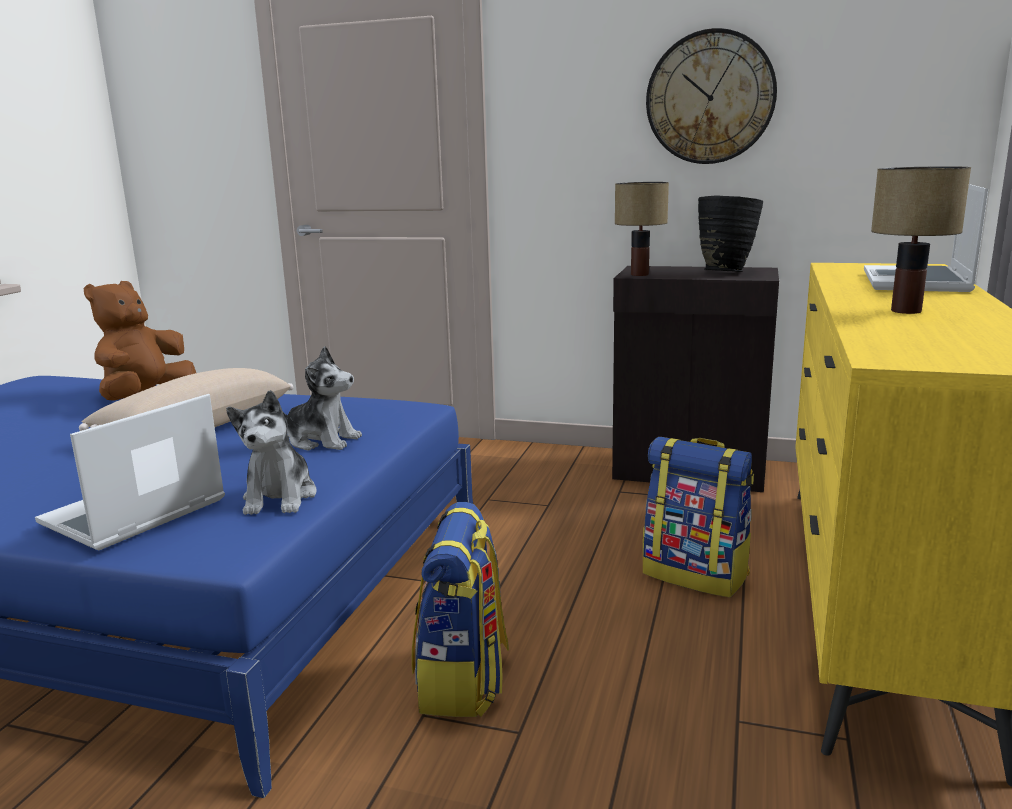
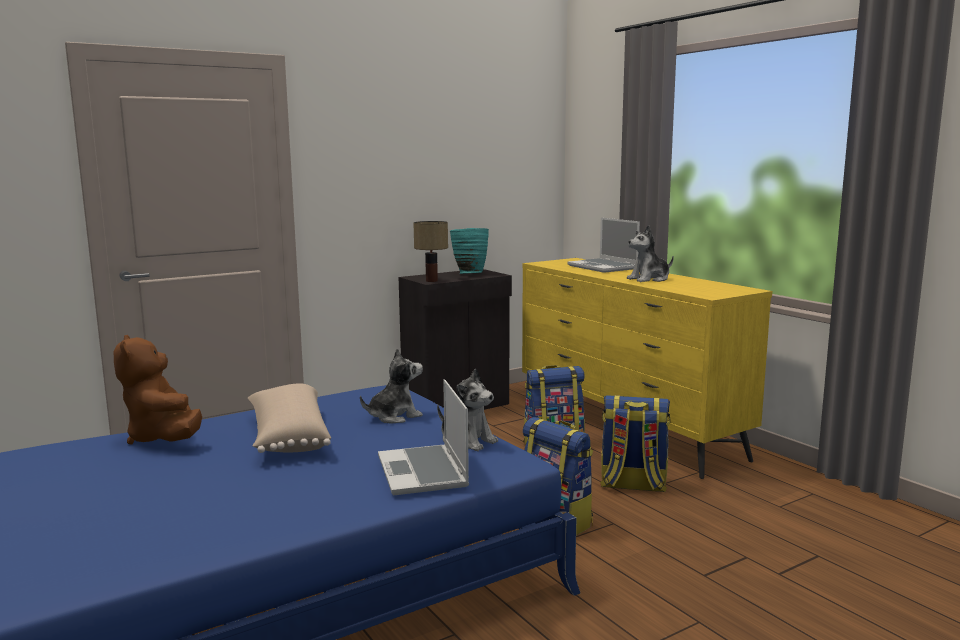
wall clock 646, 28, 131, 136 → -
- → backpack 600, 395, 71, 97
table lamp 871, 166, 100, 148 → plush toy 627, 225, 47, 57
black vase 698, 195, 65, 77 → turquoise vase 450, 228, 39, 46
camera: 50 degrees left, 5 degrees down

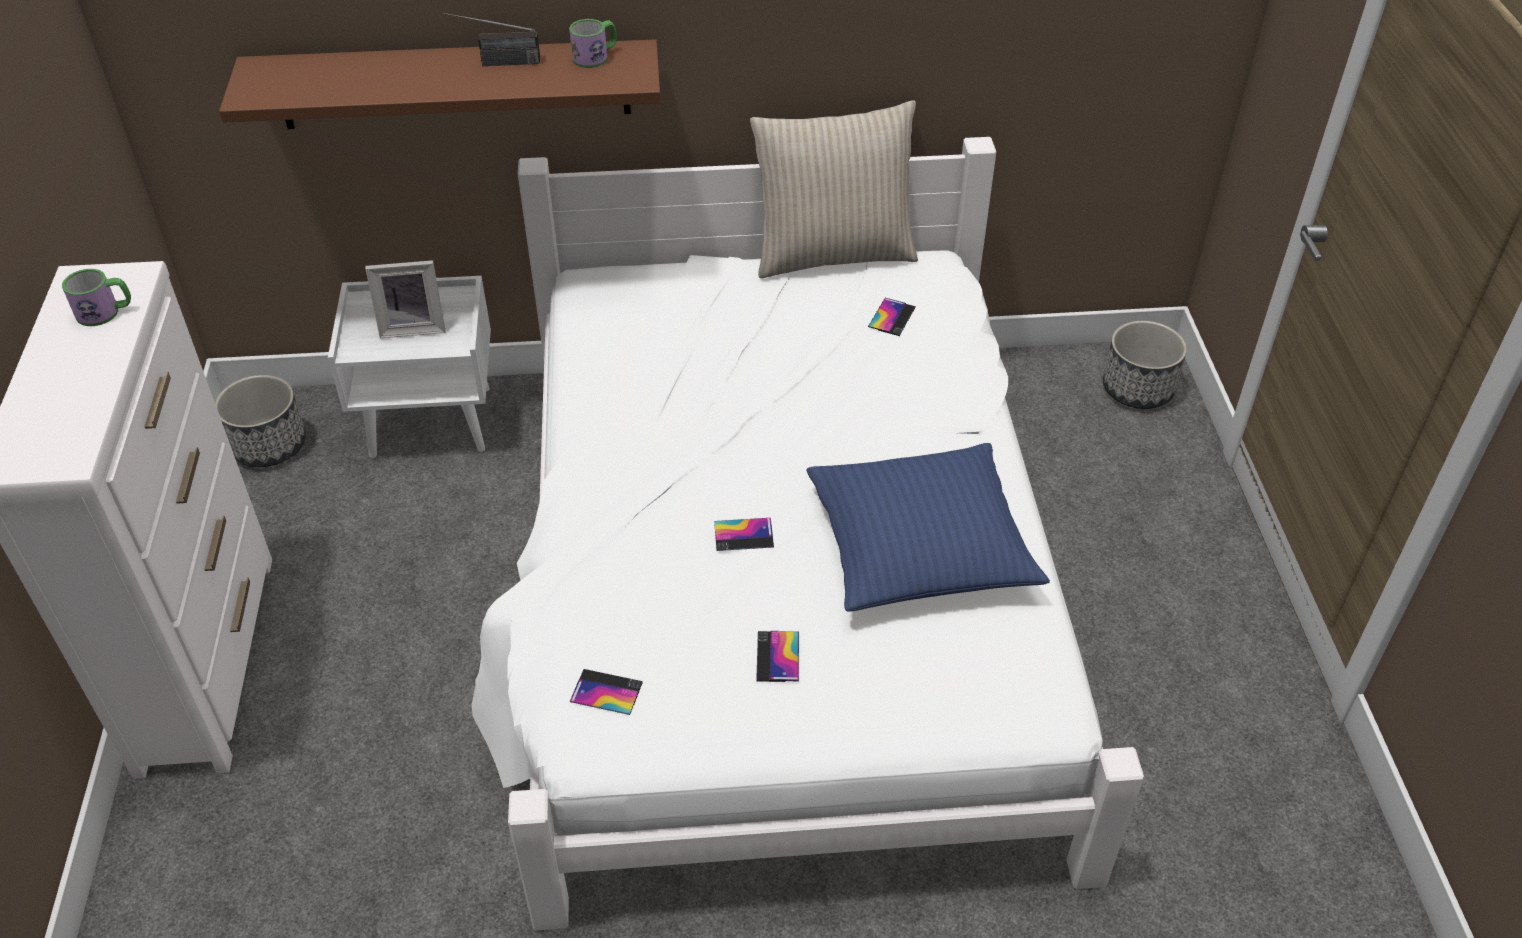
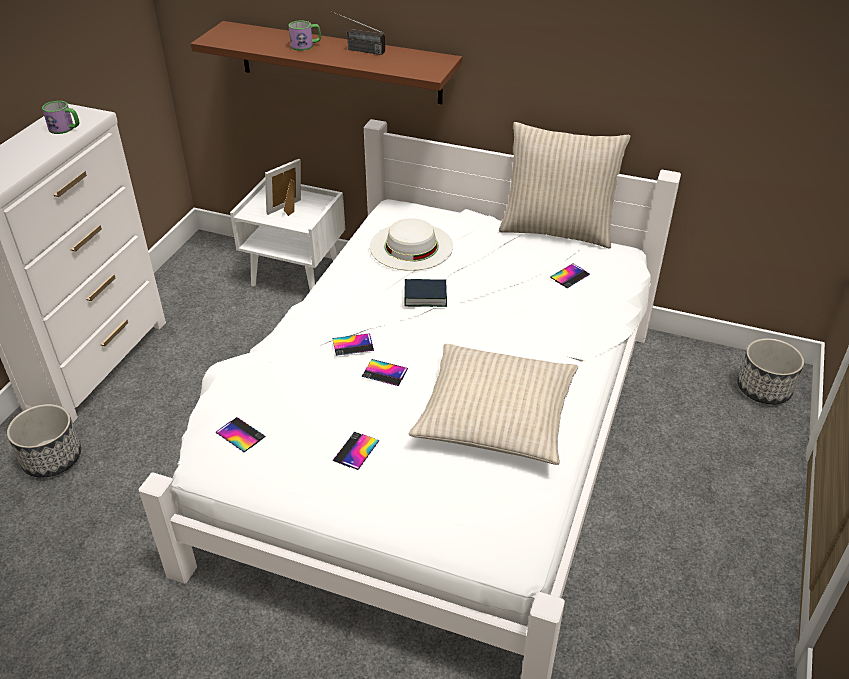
- → phone 333, 333, 41, 23
- → white hat 370, 218, 83, 53
- → book 404, 279, 43, 28
planter 215, 375, 91, 92 → planter 7, 404, 74, 73, relocated
mug 569, 19, 48, 49 → mug 289, 20, 32, 31, relocated
blue pillow 806, 443, 244, 168 → beige pillow 409, 344, 169, 121
picture frame 365, 260, 81, 78 → picture frame 265, 159, 36, 57, 120 degrees clockwise
camera: 25 degrees right, 5 degrees down

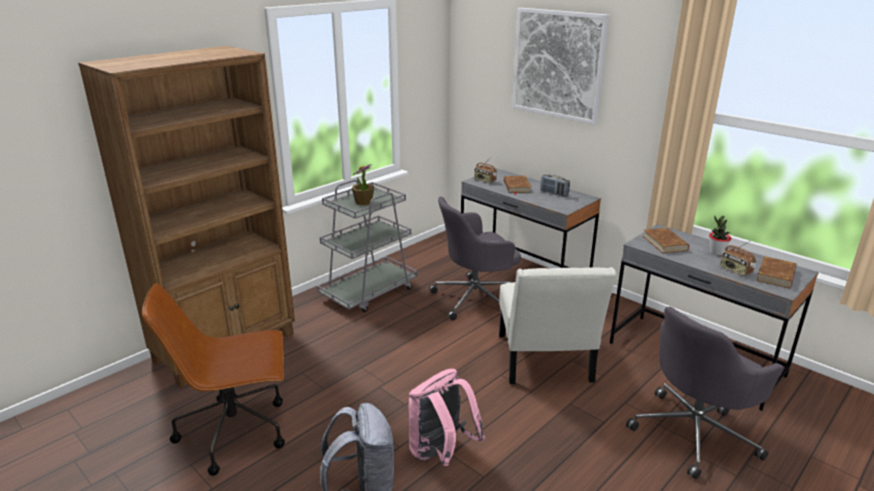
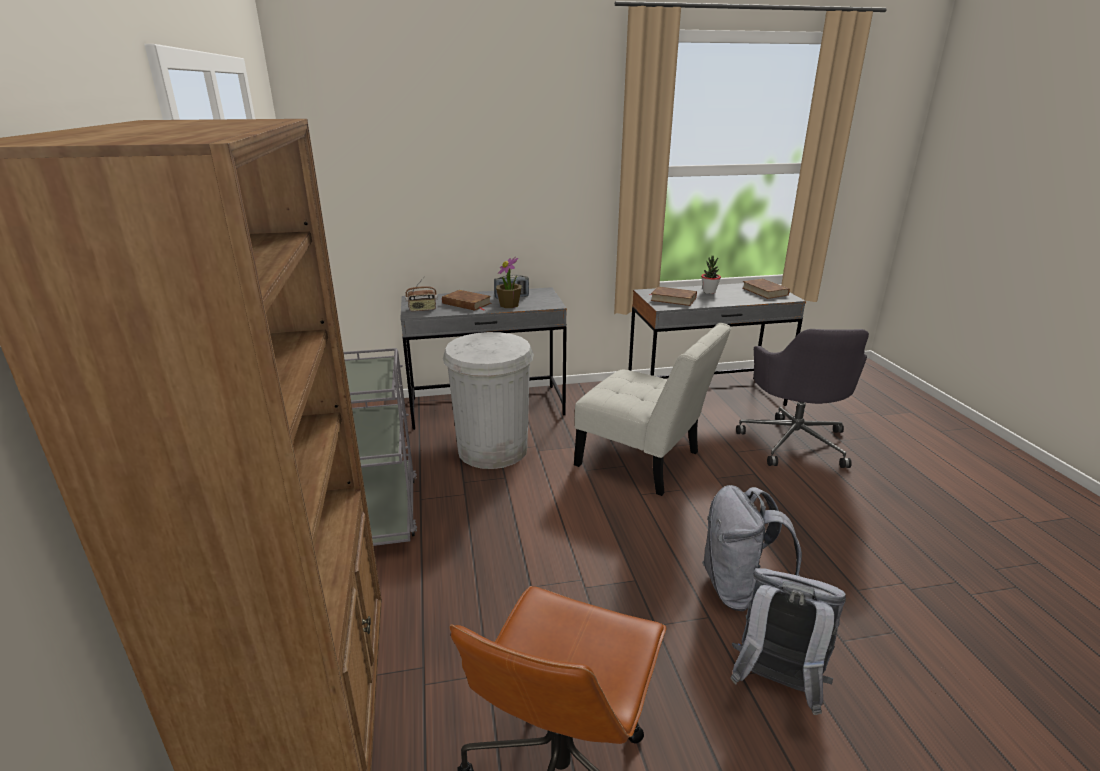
picture 512, 8, 98, 117 → -
radio 720, 241, 36, 35 → -
potted plant 352, 164, 23, 42 → potted plant 496, 257, 26, 51, relocated
grey office chair 429, 196, 92, 124 → white trash can 443, 332, 91, 137
pink backpack 409, 369, 76, 97 → grey backpack 702, 485, 100, 126
camera: 55 degrees left, 0 degrees up

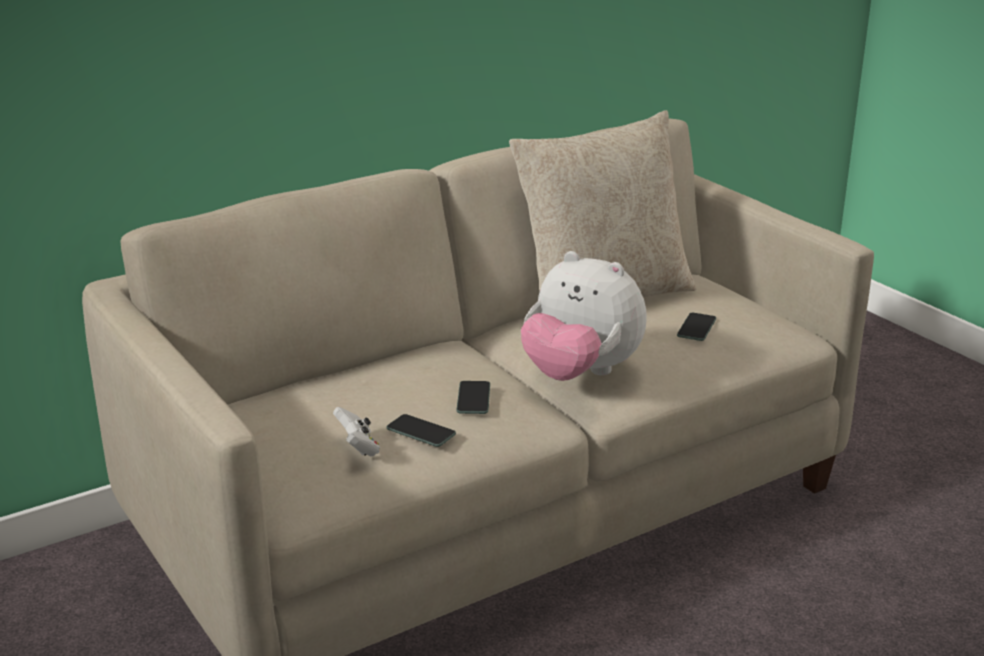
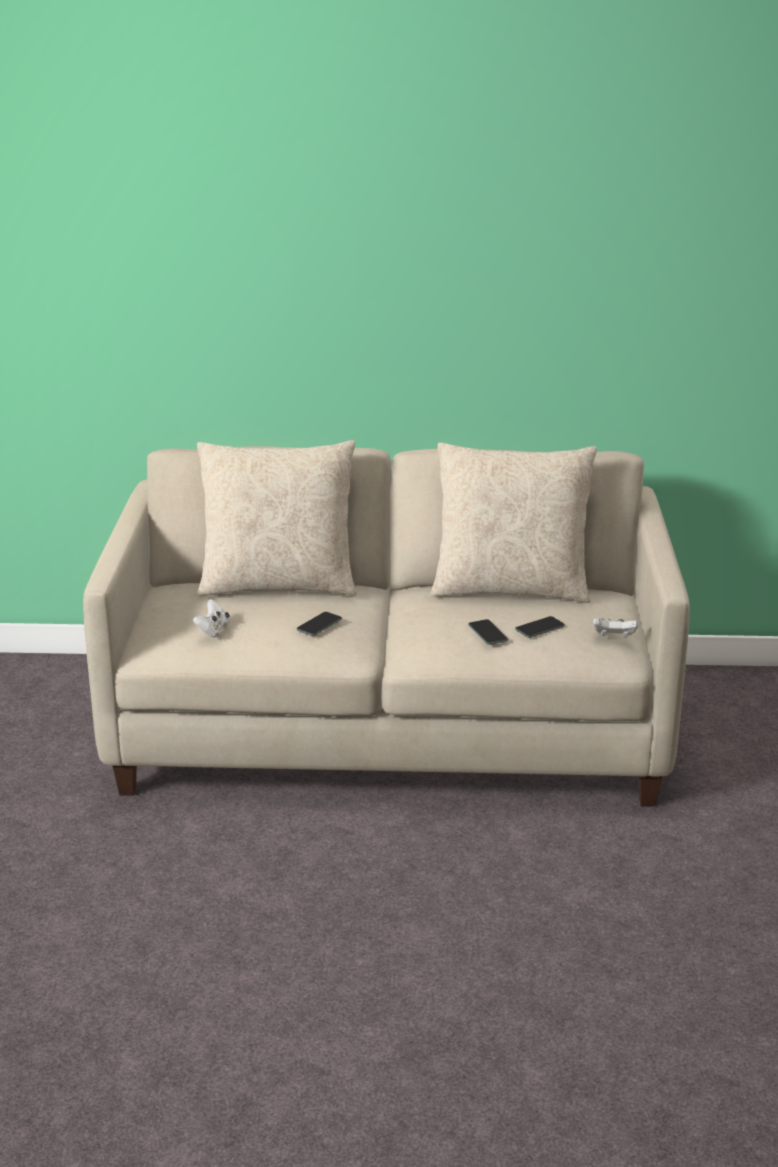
plush toy 521, 251, 126, 130 → -
- → beige pillow 197, 440, 159, 156
- → white game controller 593, 618, 46, 19
phone 386, 414, 70, 33 → phone 468, 619, 40, 26, relocated
camera: 35 degrees right, 0 degrees up

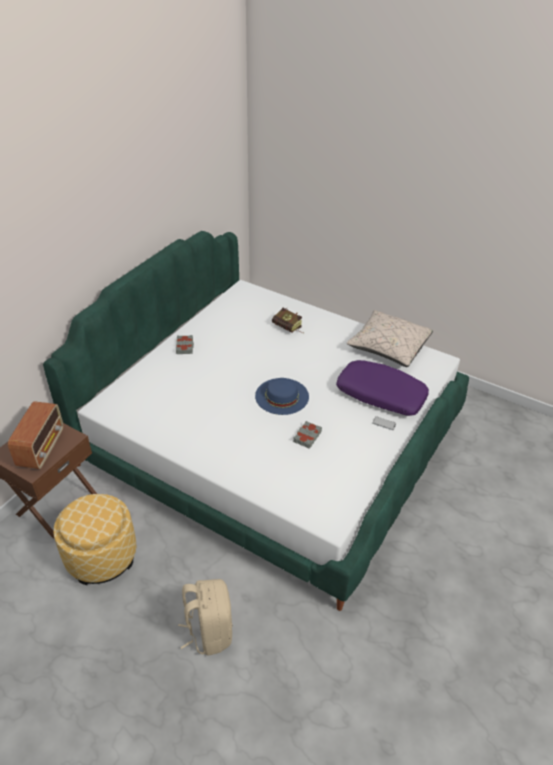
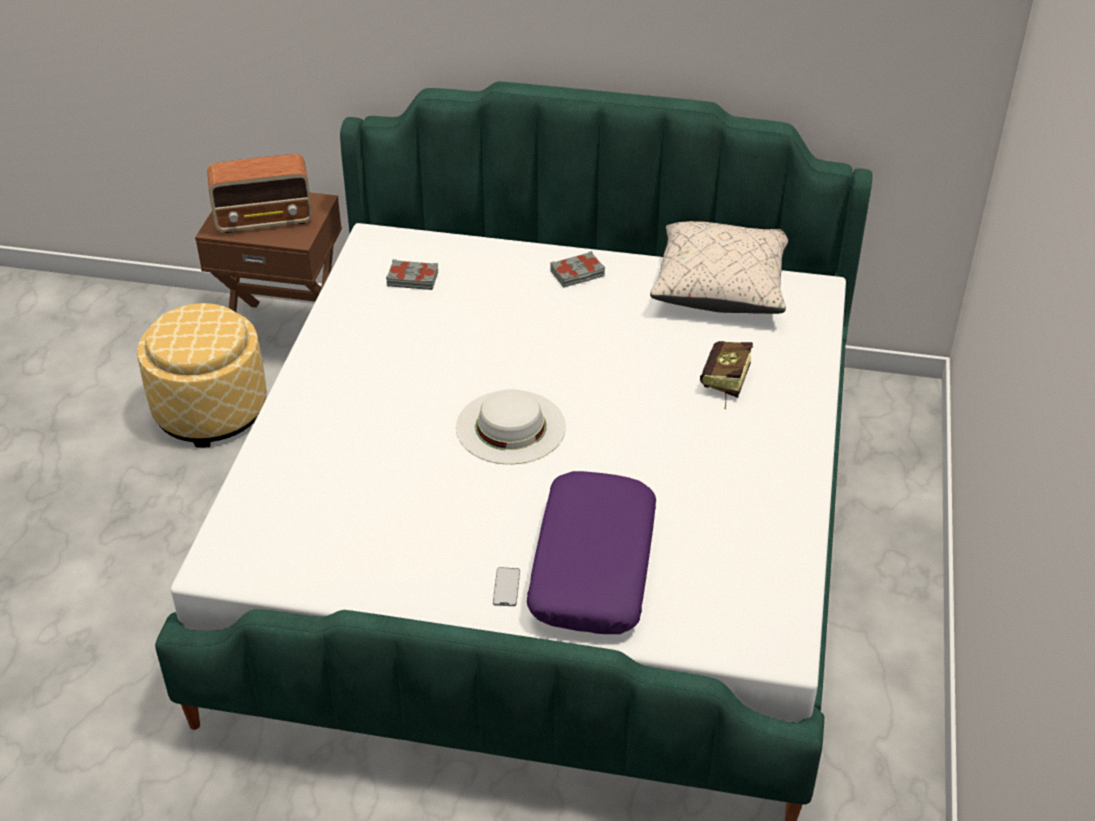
beige backpack 178, 579, 55, 76 → -
grey book 293, 421, 29, 28 → grey book 386, 259, 52, 31, relocated
beige pillow 347, 310, 86, 57 → beige pillow 650, 221, 138, 93, relocated
blue hat 255, 378, 54, 37 → white hat 456, 389, 110, 75
camera: 70 degrees right, 0 degrees up

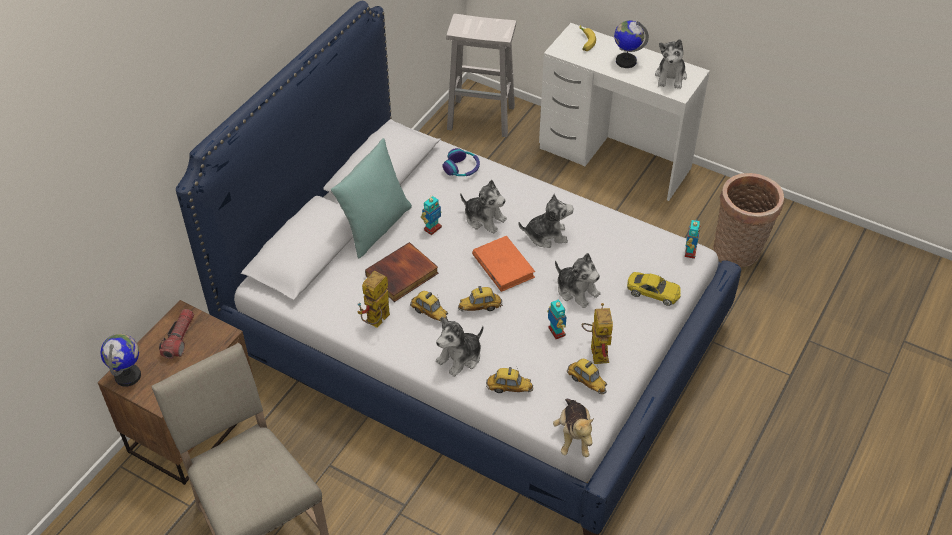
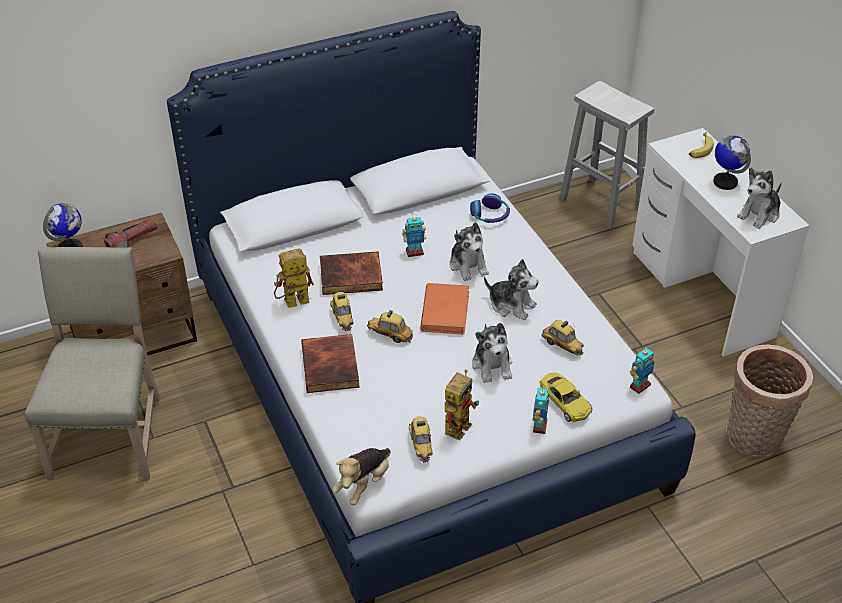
turquoise pillow 331, 138, 81, 120 → -
toy car 486, 367, 48, 26 → toy car 542, 320, 42, 36, relocated
toy robot 547, 299, 20, 40 → toy robot 533, 388, 16, 46, relocated
plush toy 436, 317, 47, 60 → book 301, 334, 59, 59
camera: 35 degrees right, 5 degrees down

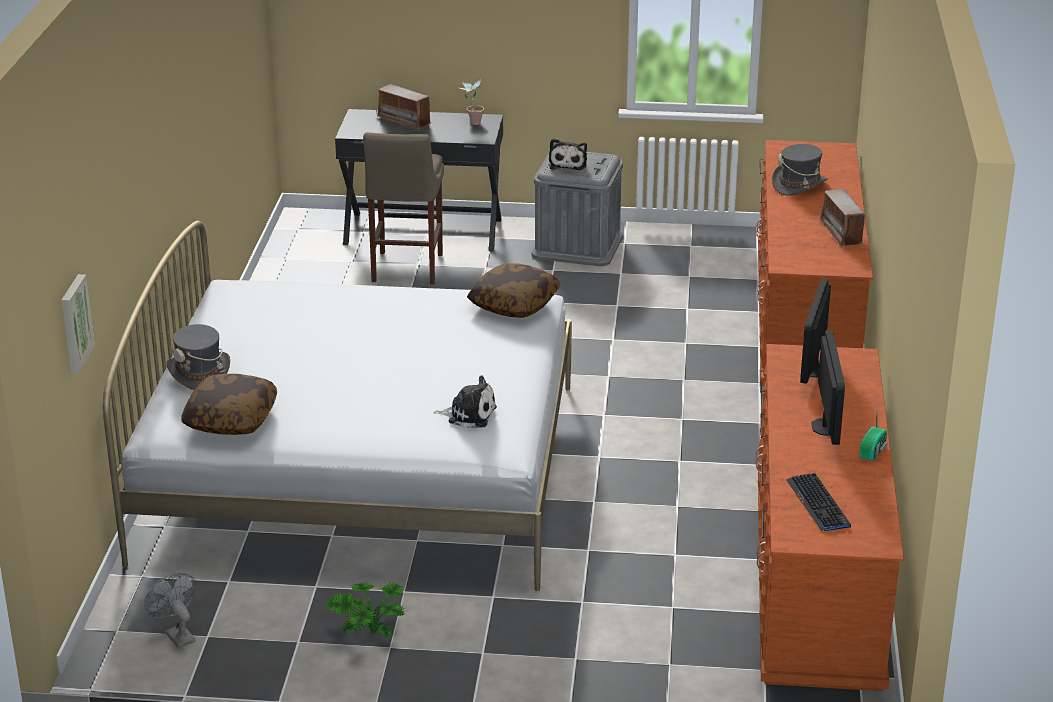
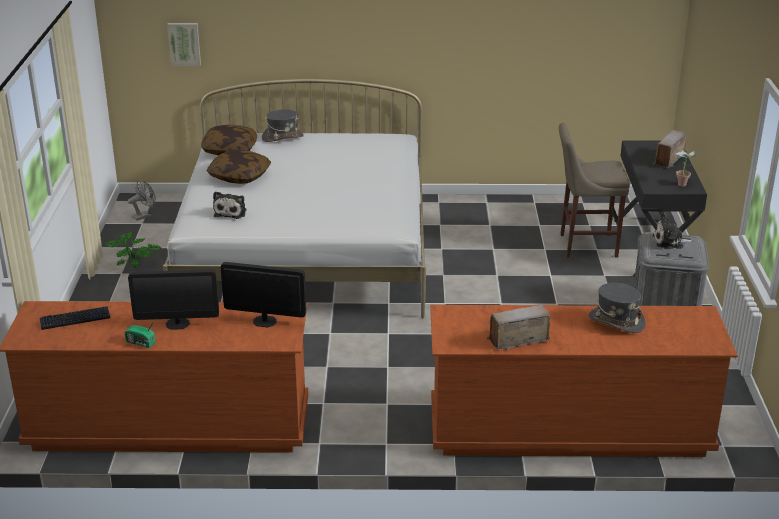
pillow 467, 263, 93, 55 → pillow 207, 149, 64, 35, relocated
camera: 85 degrees right, 0 degrees up

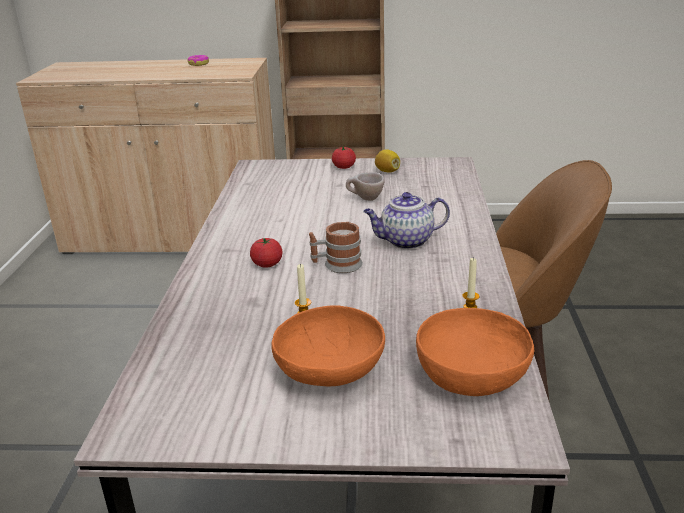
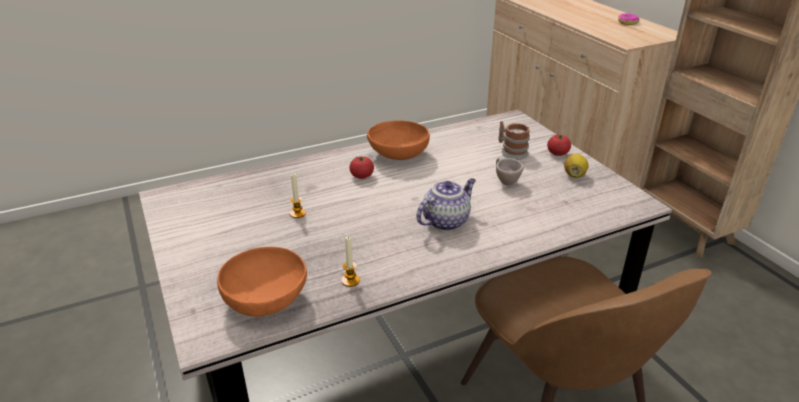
orange bowl 271, 305, 114, 81 → orange bowl 367, 120, 63, 40, relocated
mug 309, 222, 54, 51 → mug 498, 121, 32, 39, relocated
teapot 363, 192, 87, 57 → teapot 416, 178, 60, 53, 90 degrees clockwise
camera: 60 degrees right, 5 degrees up

